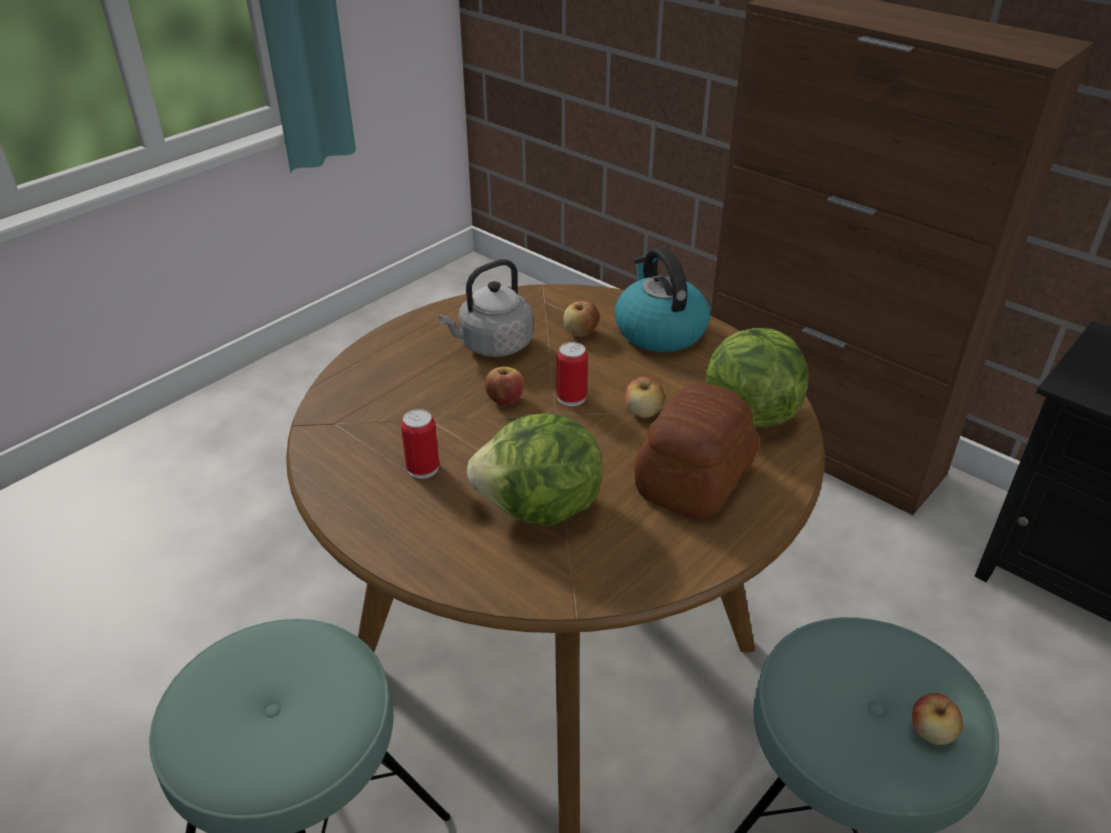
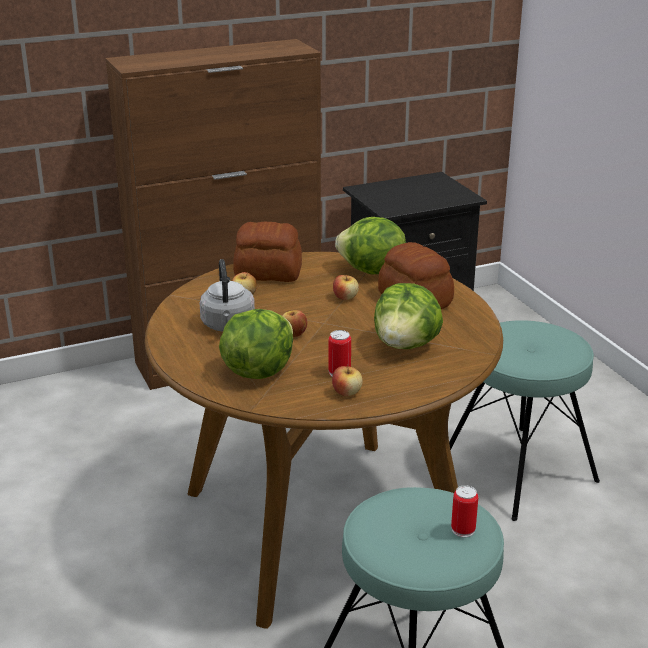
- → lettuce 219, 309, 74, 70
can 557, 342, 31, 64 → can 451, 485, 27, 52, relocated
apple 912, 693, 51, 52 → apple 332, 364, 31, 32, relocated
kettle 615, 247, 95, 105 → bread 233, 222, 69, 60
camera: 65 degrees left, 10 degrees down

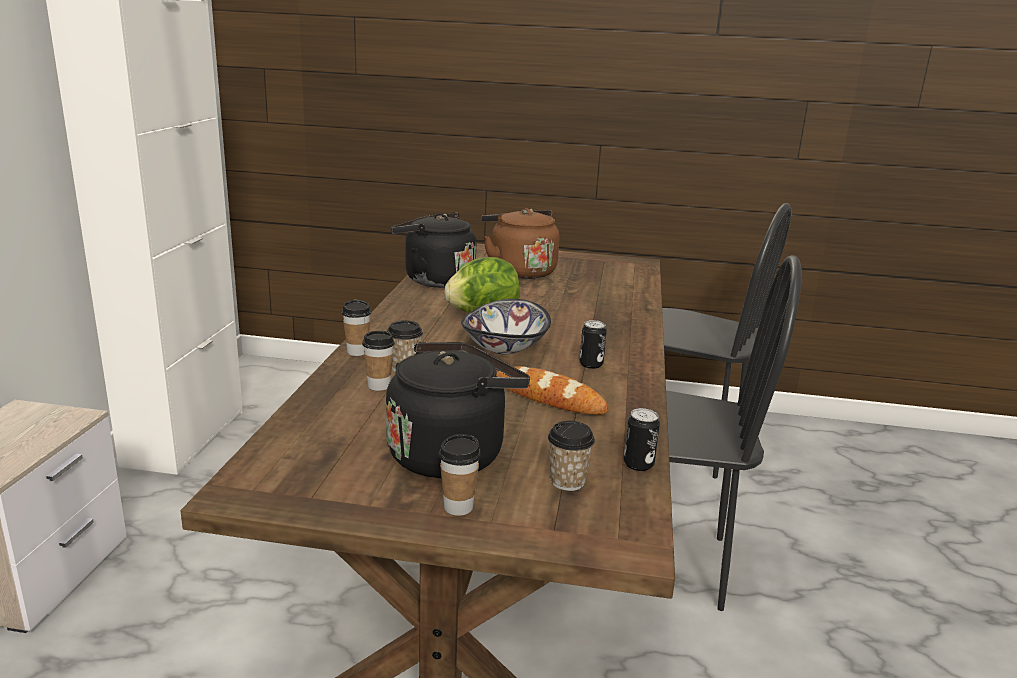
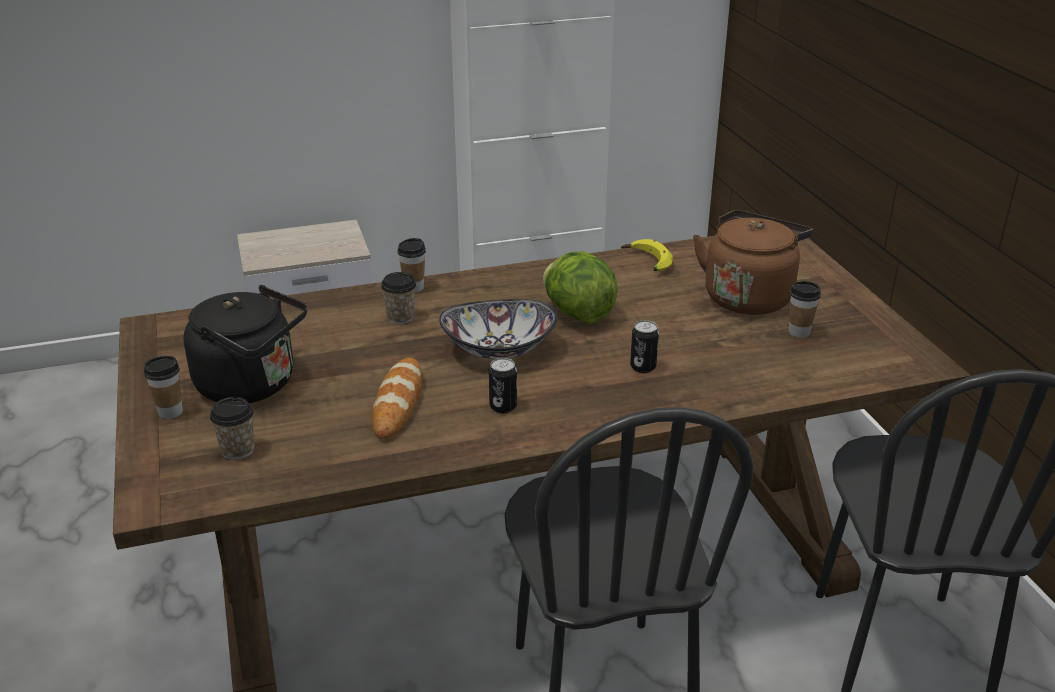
cup 362, 331, 32, 60 → cup 789, 281, 32, 57, relocated
can 624, 408, 36, 63 → can 630, 320, 29, 53, relocated
black kettle 391, 212, 85, 76 → banana 621, 239, 52, 33
camera: 65 degrees right, 10 degrees up

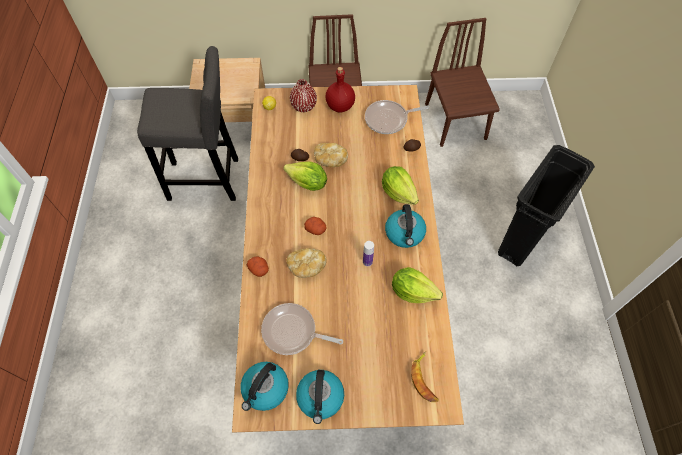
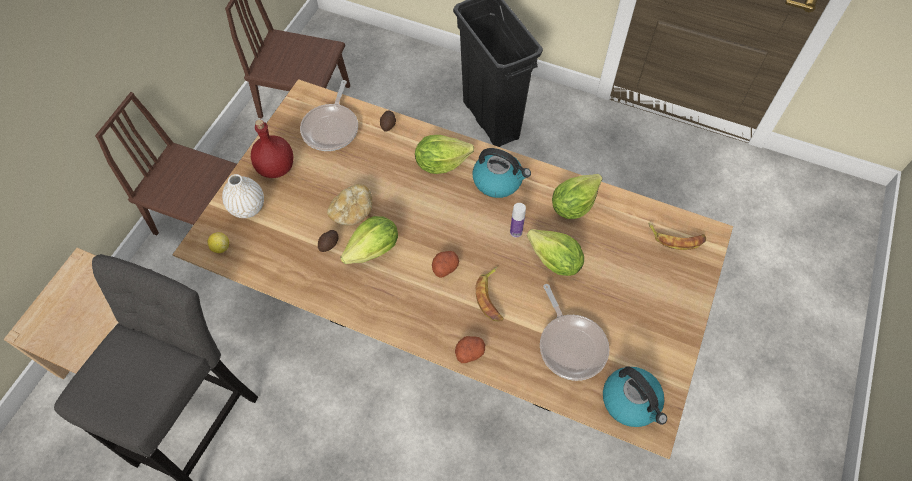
kettle 296, 370, 48, 54 → -
- → lettuce 527, 229, 57, 47
bread 287, 248, 40, 30 → banana 476, 267, 27, 54
red vase 290, 79, 27, 33 → white vase 222, 174, 42, 44
frying pan 261, 303, 82, 52 → frying pan 540, 284, 69, 97, 60 degrees counterclockwise
camera: 65 degrees left, 0 degrees up

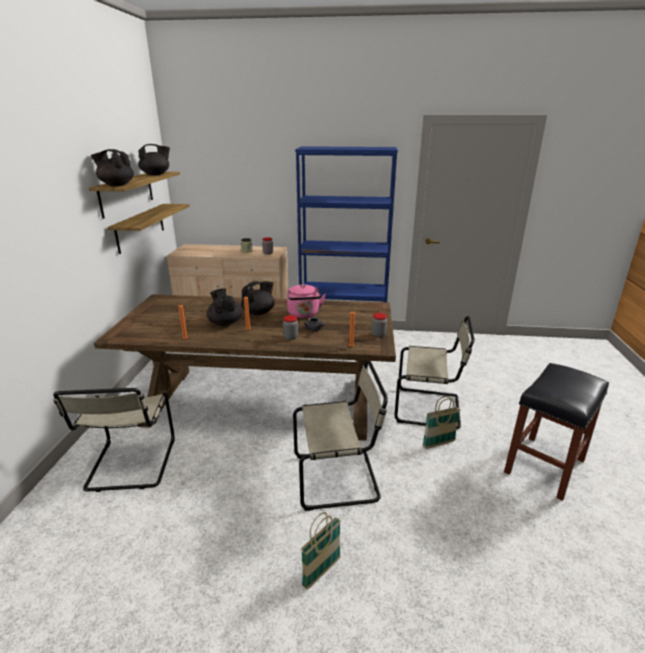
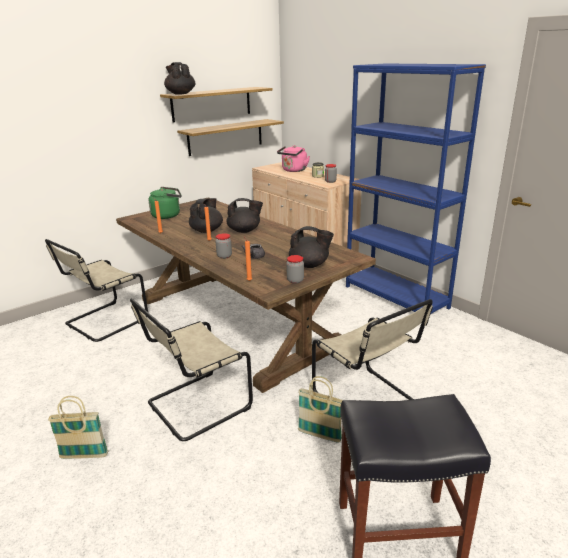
- → green kettle 148, 187, 33, 32
black teapot 138, 144, 32, 31 → black teapot 289, 226, 45, 42, relocated
pink kettle 287, 284, 39, 34 → pink kettle 277, 145, 33, 27, relocated
beige chair 293, 360, 95, 151 → beige chair 130, 298, 123, 143, 105 degrees clockwise
camera: 45 degrees right, 0 degrees up

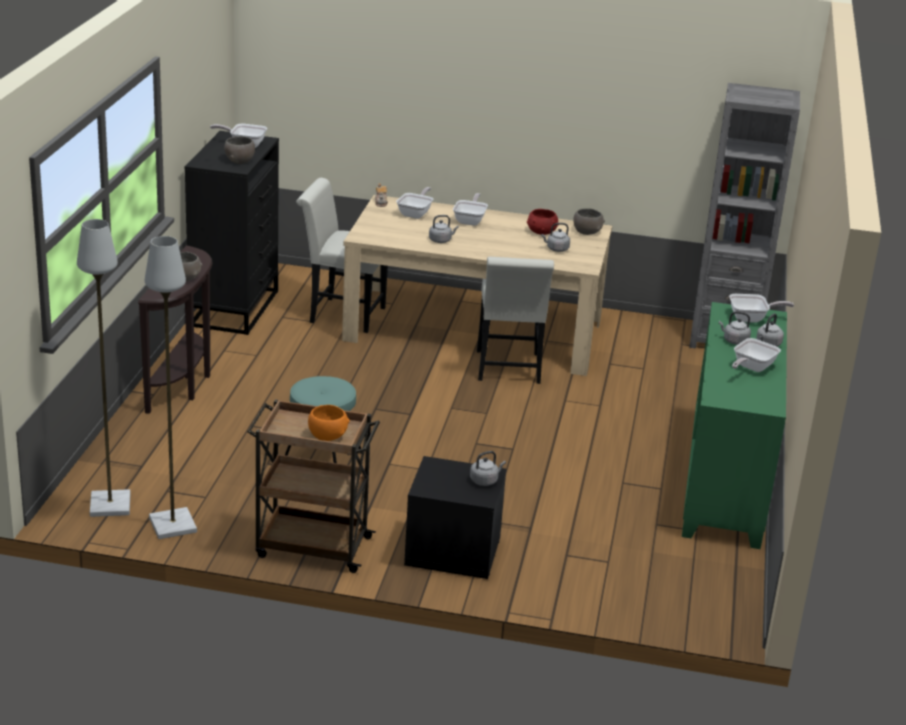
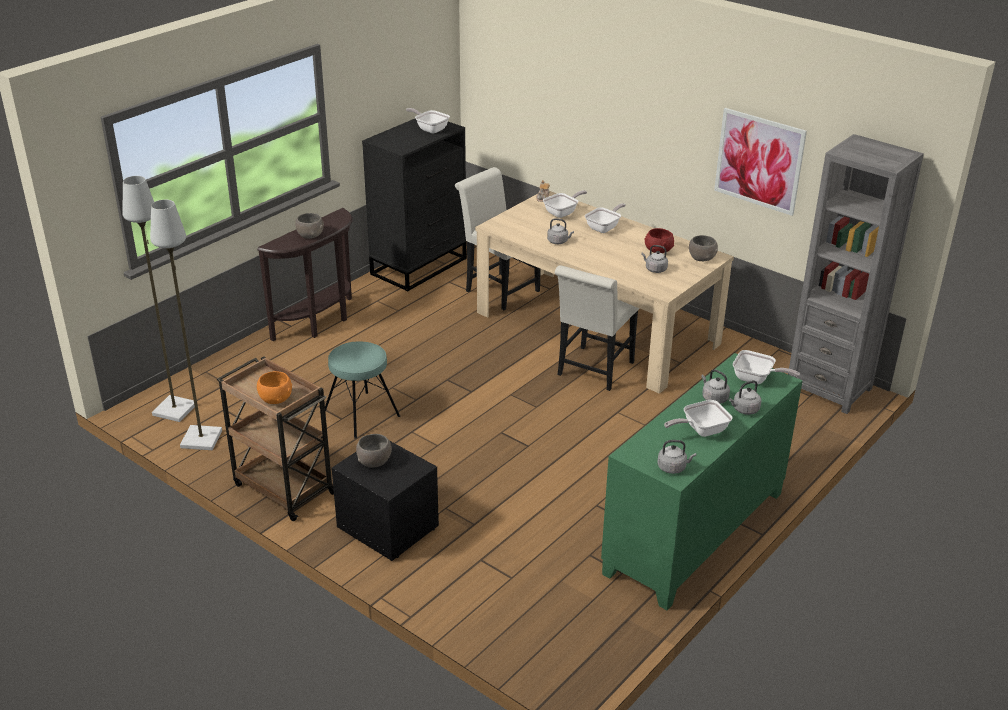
- → picture 714, 108, 93, 108
grey bowl 224, 136, 31, 28 → grey bowl 356, 434, 36, 34, relocated
grey kettle 470, 451, 36, 35 → grey kettle 657, 440, 39, 34, relocated
camera: 30 degrees right, 5 degrees up

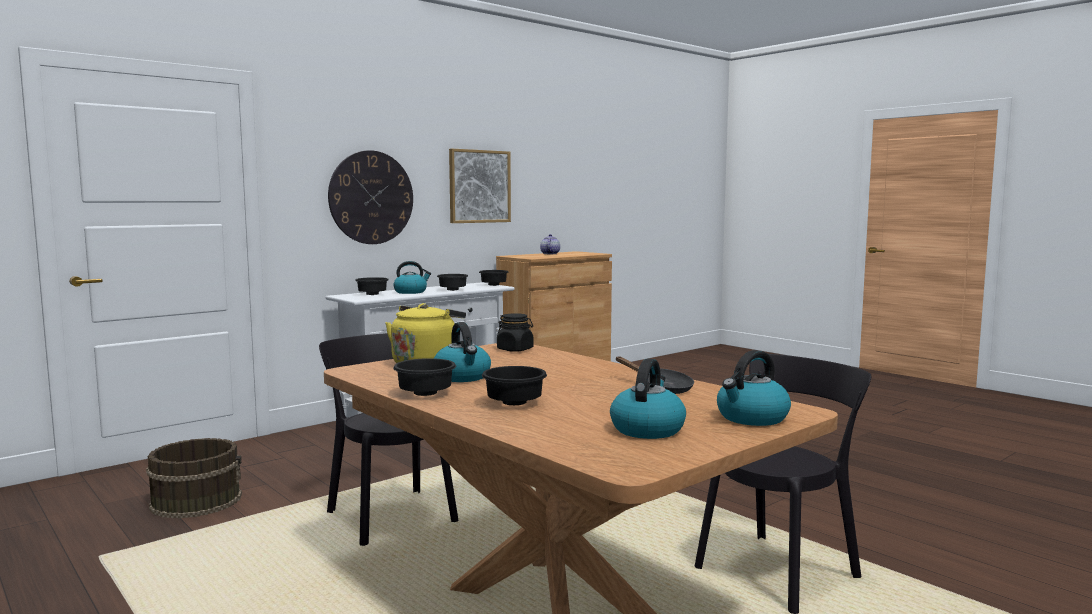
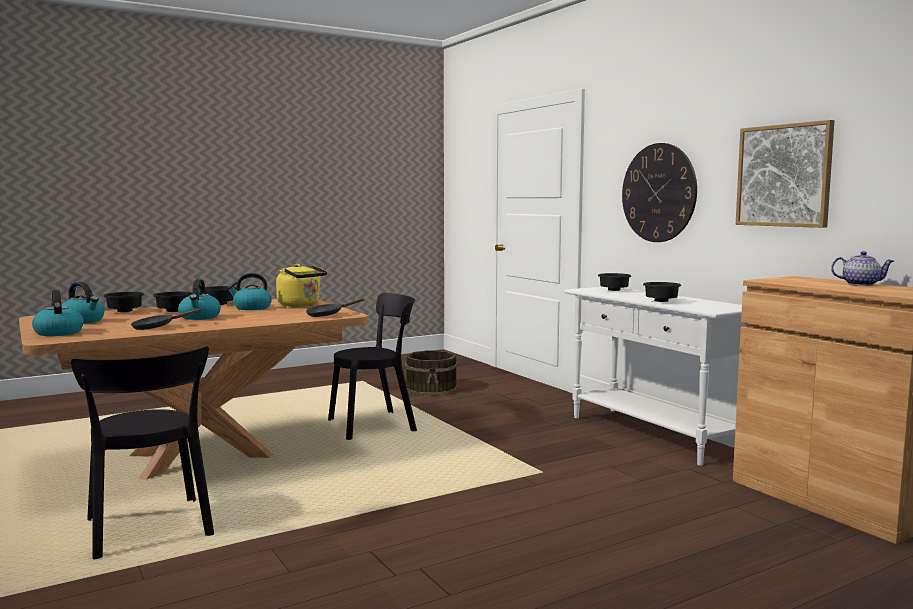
kettle 393, 261, 38, 33 → kettle 178, 279, 43, 41, relocated
black bowl 479, 270, 29, 16 → black bowl 103, 292, 41, 20, relocated
black jar 497, 313, 36, 39 → black frying pan 306, 298, 59, 19
camera: 100 degrees right, 0 degrees up

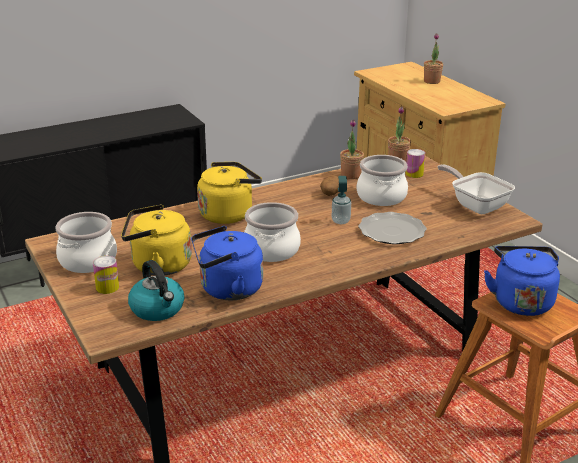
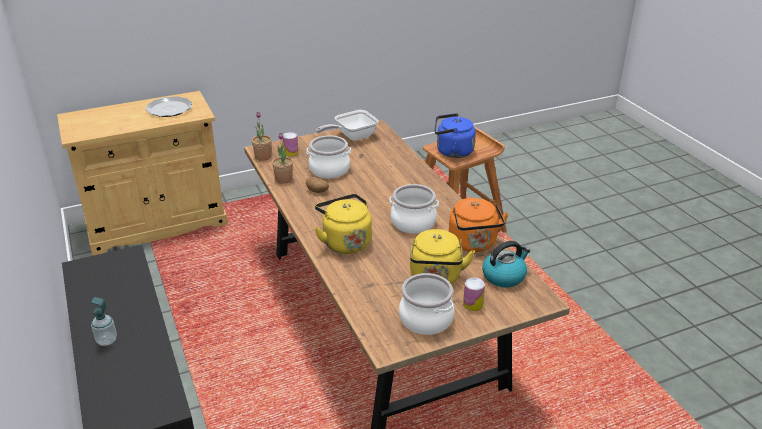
potted plant 424, 34, 19, 50 → -
soap dispenser 332, 176, 19, 48 → soap dispenser 91, 297, 26, 49, relocated
plate 358, 212, 69, 32 → plate 145, 96, 47, 21, relocated
blue kettle 191, 226, 72, 74 → orange kettle 449, 198, 60, 54
camera: 85 degrees left, 5 degrees up

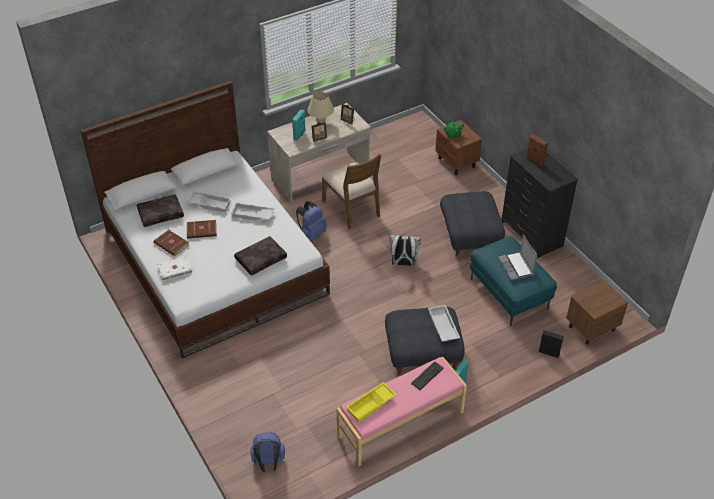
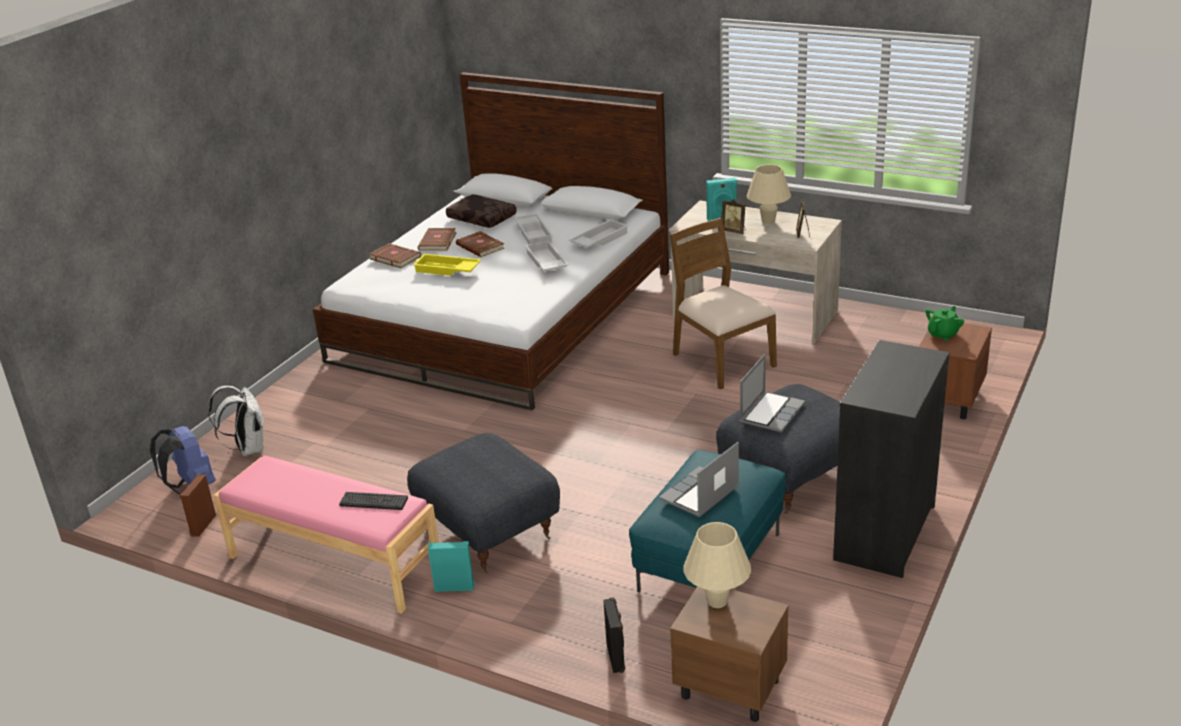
brown pillow 234, 236, 53, 40 → -
blue backpack 296, 201, 31, 40 → -
- → beige table lamp 683, 522, 68, 86
- → laptop 740, 354, 65, 78
yellow tray 346, 382, 50, 40 → yellow tray 413, 254, 68, 22, relocated
white backpack 390, 234, 31, 32 → white backpack 209, 386, 55, 70, relocated
white tray 428, 305, 32, 37 → white tray 569, 219, 60, 29, relocated
brown speaker 526, 134, 22, 32 → brown speaker 179, 474, 37, 63, relocated
white book 157, 256, 36, 25 → brown book 369, 243, 52, 25
brown chair 322, 154, 59, 75 → brown chair 670, 218, 107, 171, 120 degrees clockwise
camera: 60 degrees right, 15 degrees down

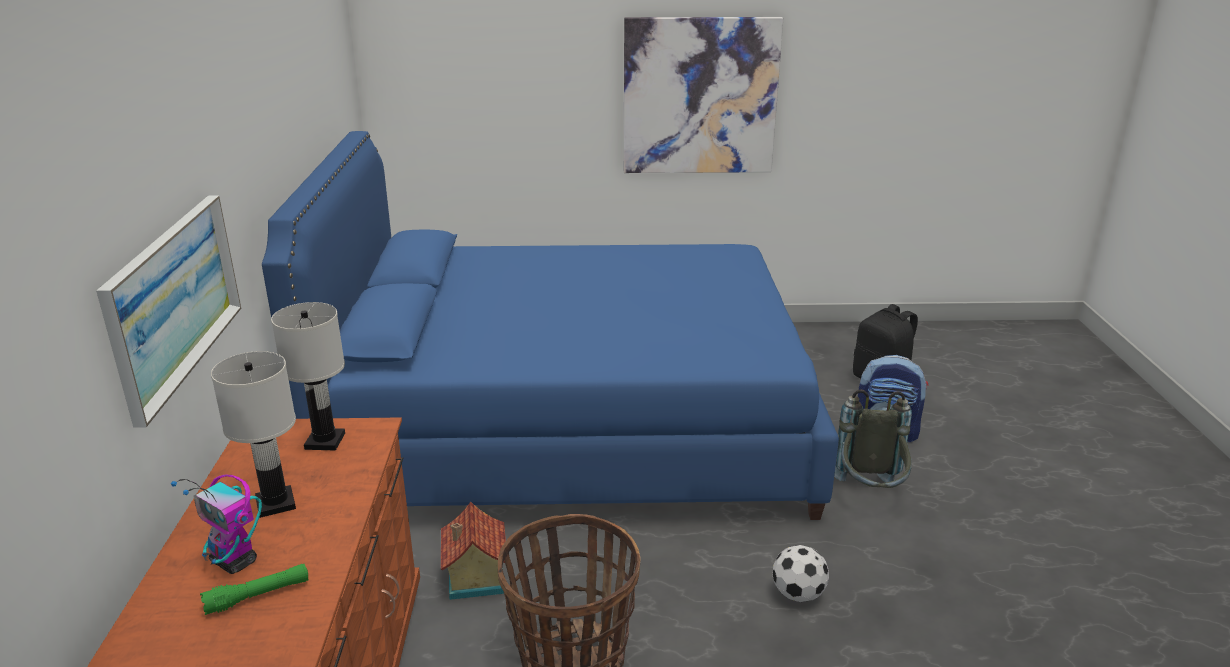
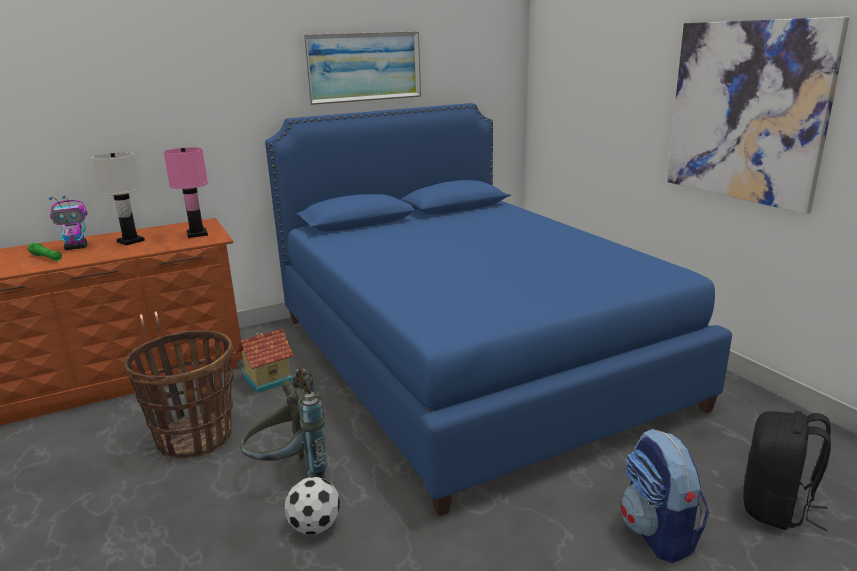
picture 96, 195, 145, 233 → picture 302, 31, 119, 74, relocated
grey backpack 834, 389, 78, 99 → grey backpack 240, 364, 88, 115, relocated
white table lamp 271, 302, 74, 148 → pink table lamp 163, 147, 45, 91
toy robot 171, 475, 91, 99 → toy robot 49, 196, 39, 54, 120 degrees counterclockwise
camera: 65 degrees right, 5 degrees down

